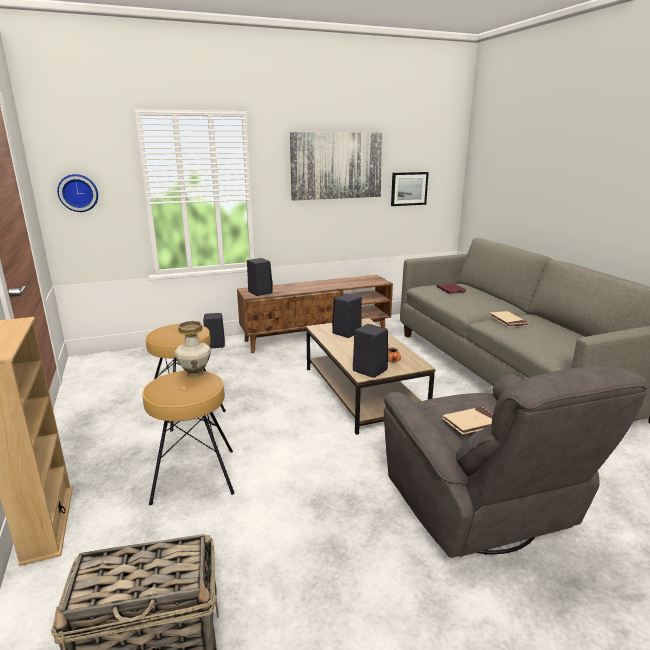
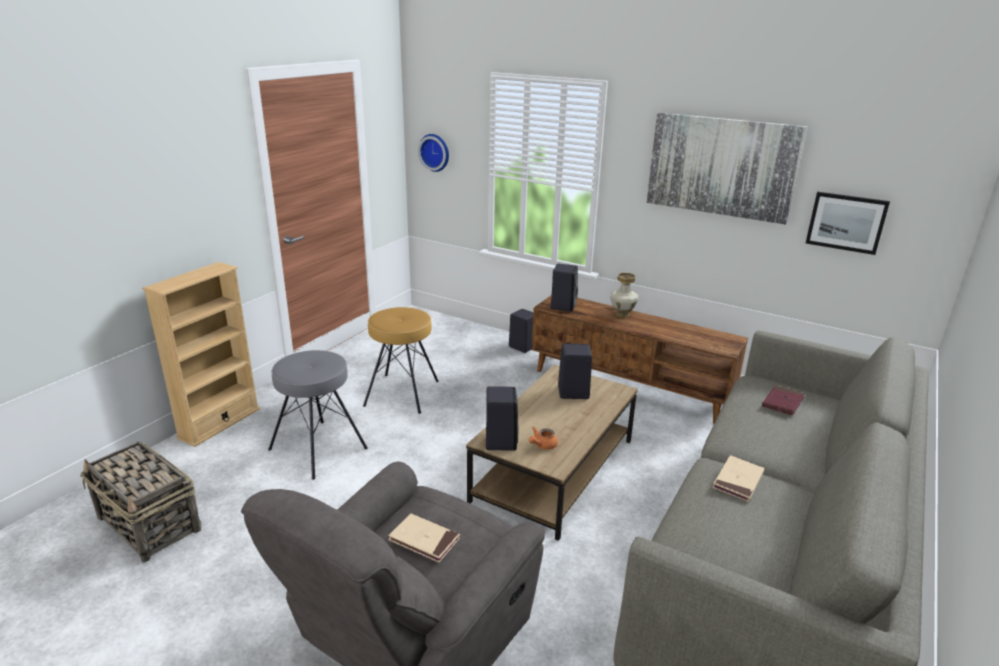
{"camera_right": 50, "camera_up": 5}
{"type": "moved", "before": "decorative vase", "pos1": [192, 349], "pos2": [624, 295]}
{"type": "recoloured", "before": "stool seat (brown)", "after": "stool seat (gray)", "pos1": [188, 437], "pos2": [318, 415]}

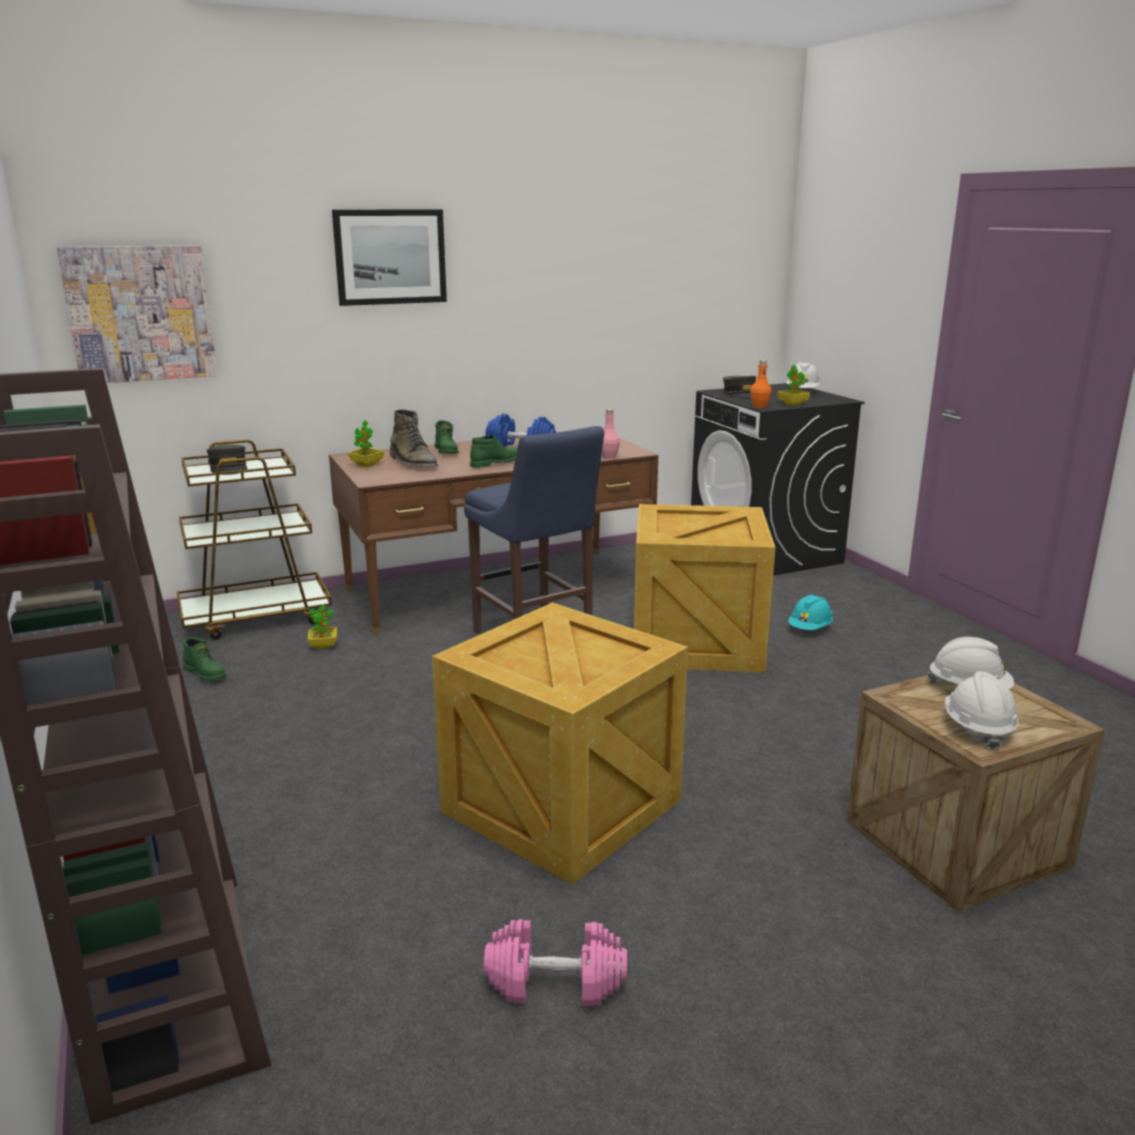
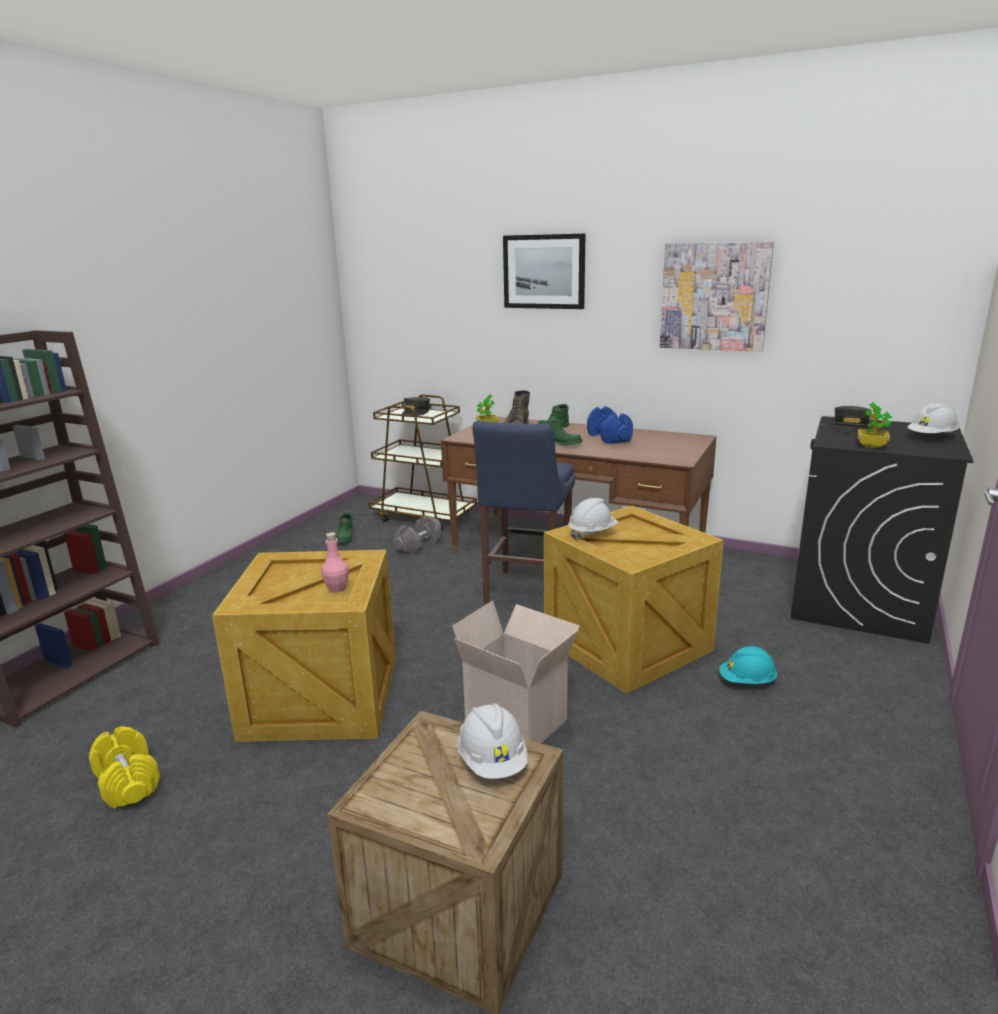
{"camera_right": 50, "camera_up": 0}
{"type": "moved", "before": "wall art", "pos1": [137, 314], "pos2": [717, 297]}
{"type": "removed", "before": "drink bottle (orange-coloured)", "pos1": [761, 384]}
{"type": "moved", "before": "drink bottle (pink)", "pos1": [611, 434], "pos2": [335, 562]}
{"type": "replaced", "before": "plant in a pot", "after": "free weight (gray)", "pos1": [322, 627], "pos2": [417, 534]}
{"type": "moved", "before": "safety helmet (whitish)", "pos1": [981, 710], "pos2": [593, 519]}
{"type": "recoloured", "before": "free weight (pink)", "after": "free weight (yellow-coloured)", "pos1": [555, 962], "pos2": [124, 767]}
{"type": "added", "after": "cardboard box", "pos2": [516, 672]}

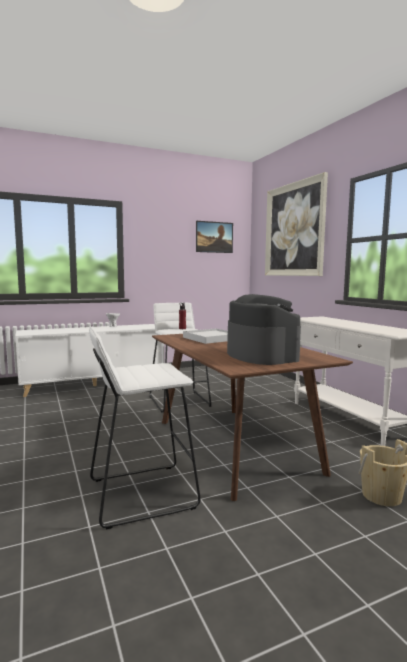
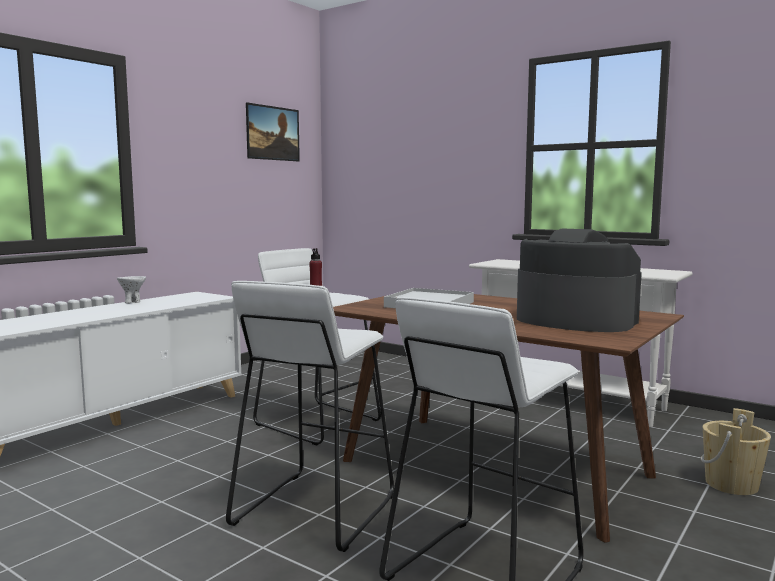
{"camera_right": -30, "camera_up": 0}
{"type": "removed", "before": "wall art", "pos1": [296, 224]}
{"type": "added", "after": "stool seat (whitish)", "pos2": [310, 416]}

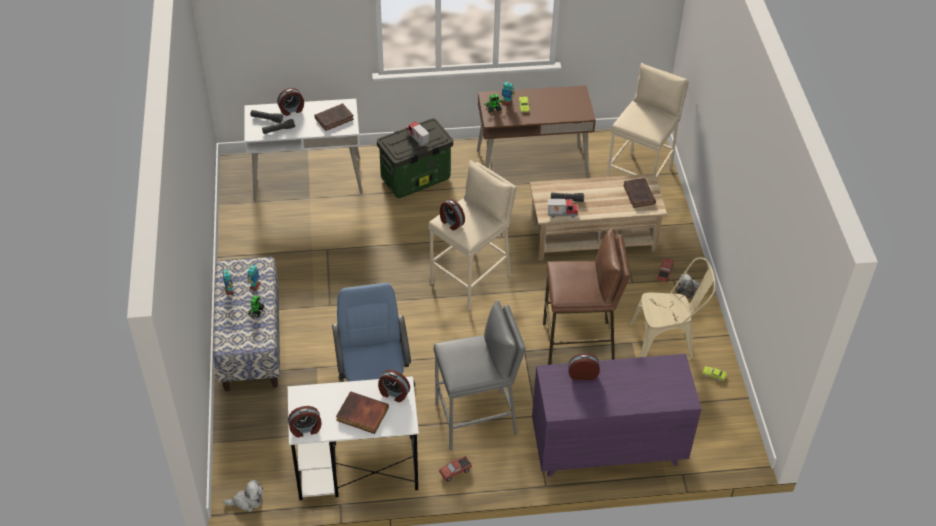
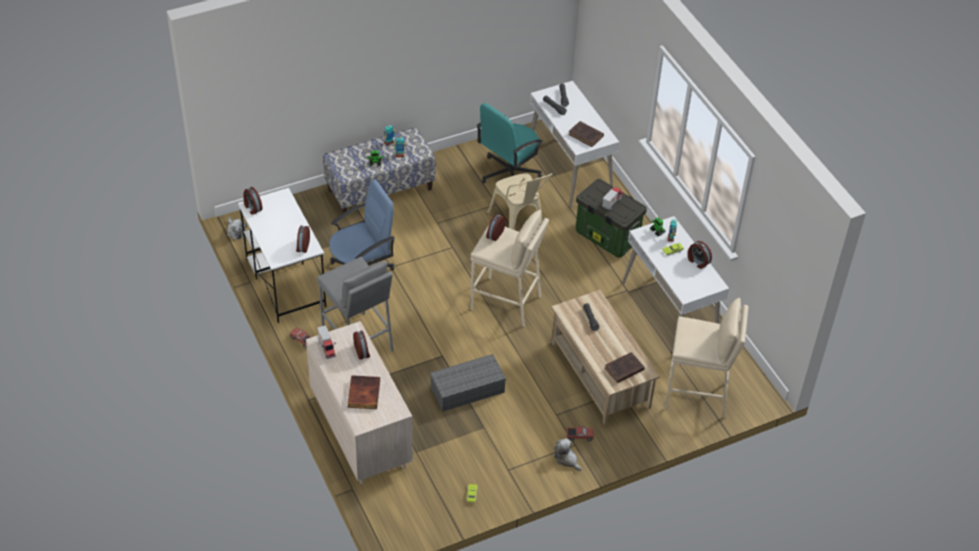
{"camera_right": 70, "camera_up": 0}
{"type": "recoloured", "before": "desk table (brown)", "after": "desk table (whitish)", "pos1": [536, 131], "pos2": [675, 286]}
{"type": "moved", "before": "bedside clock", "pos1": [290, 102], "pos2": [700, 255]}
{"type": "moved", "before": "model truck", "pos1": [562, 208], "pos2": [326, 342]}
{"type": "replaced", "before": "stool seat (brown)", "after": "storage bin (gray)", "pos1": [587, 296], "pos2": [468, 383]}
{"type": "moved", "before": "upright chair (beige-coloured)", "pos1": [672, 308], "pos2": [520, 201]}
{"type": "recoloured", "before": "dresser (purple-coloured)", "after": "dresser (beige-coloured)", "pos1": [617, 415], "pos2": [359, 403]}
{"type": "moved", "before": "volume", "pos1": [362, 412], "pos2": [364, 392]}
{"type": "added", "after": "computer chair (turquoise-coloured)", "pos2": [509, 143]}

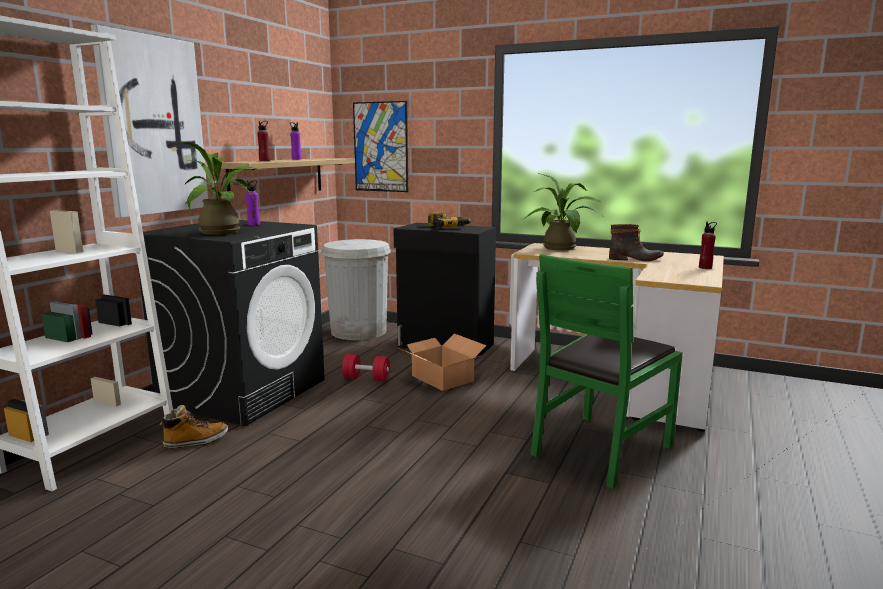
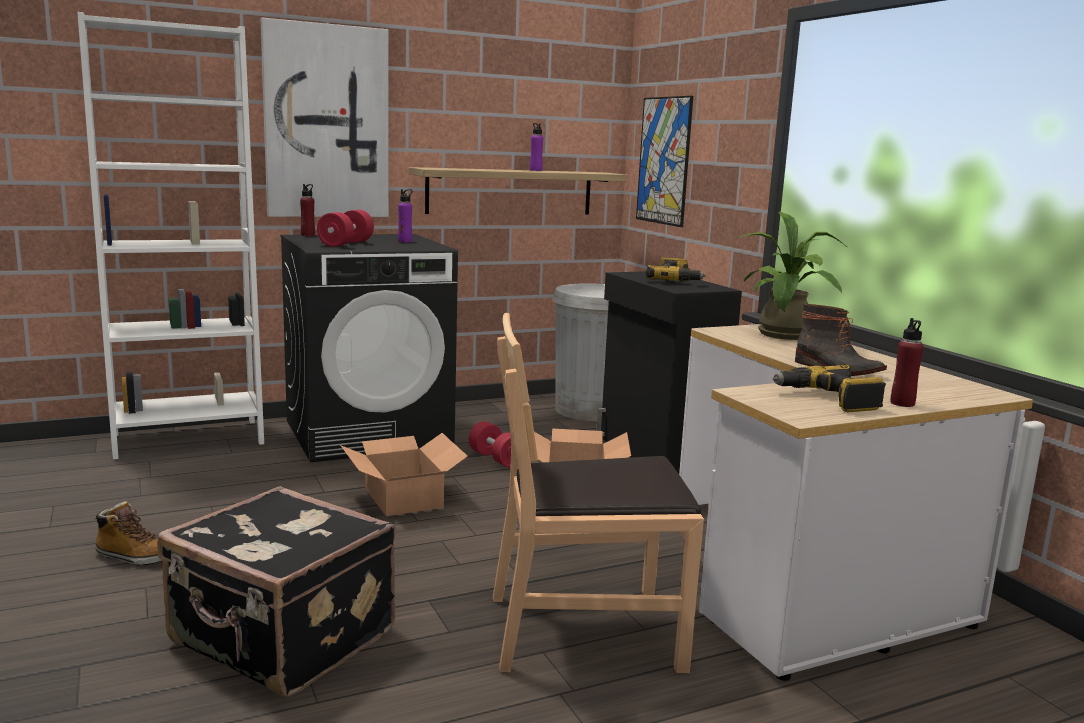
{"camera_right": 40, "camera_up": 0}
{"type": "moved", "before": "drink bottle (red)", "pos1": [263, 141], "pos2": [307, 210]}
{"type": "replaced", "before": "plant in a pot", "after": "free weight (red)", "pos1": [222, 188], "pos2": [345, 228]}
{"type": "recoloured", "before": "upright chair (greenish)", "after": "upright chair (brown)", "pos1": [607, 371], "pos2": [598, 493]}
{"type": "moved", "before": "tall boot", "pos1": [193, 426], "pos2": [128, 533]}
{"type": "added", "after": "drill", "pos2": [829, 388]}
{"type": "added", "after": "cardboard box", "pos2": [404, 474]}
{"type": "added", "after": "piece of luggage (black)", "pos2": [276, 591]}

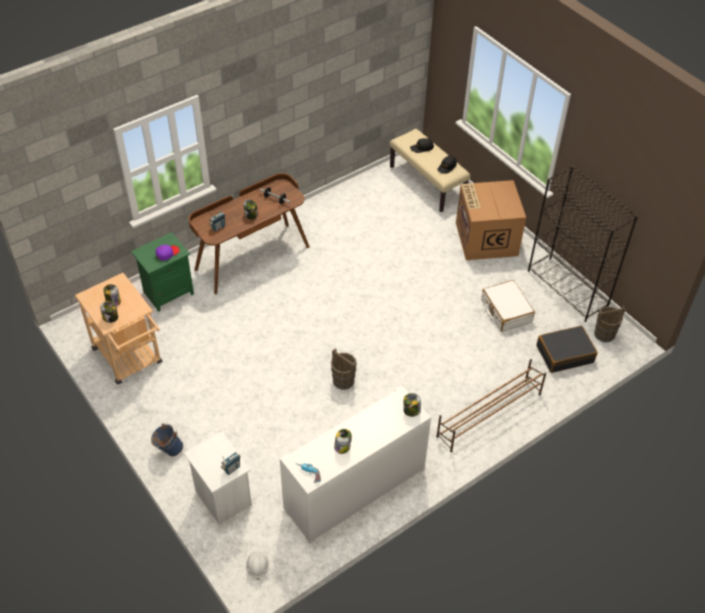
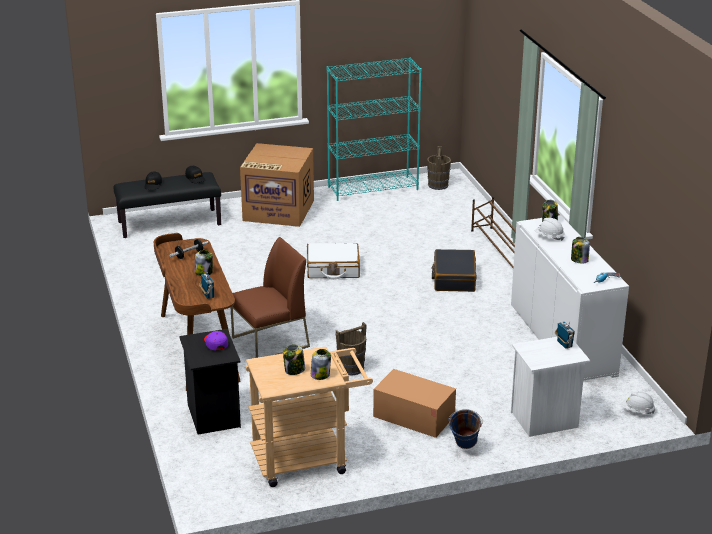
{"camera_right": -70, "camera_up": -20}
{"type": "recoloured", "before": "bench (beige-coloured)", "after": "bench (black)", "pos1": [430, 170], "pos2": [167, 205]}
{"type": "recoloured", "before": "bookcase (black)", "after": "bookcase (turquoise-coloured)", "pos1": [583, 244], "pos2": [374, 129]}
{"type": "recoloured", "before": "nightstand (greenish)", "after": "nightstand (black)", "pos1": [162, 272], "pos2": [210, 382]}
{"type": "moved", "before": "piece of luggage (whitish)", "pos1": [508, 306], "pos2": [333, 261]}
{"type": "moved", "before": "piece of luggage (black)", "pos1": [567, 349], "pos2": [454, 270]}
{"type": "moved", "before": "bucket (brown)", "pos1": [344, 369], "pos2": [351, 349]}
{"type": "added", "after": "safety helmet (whitish)", "pos2": [550, 229]}
{"type": "added", "after": "upright chair (brown)", "pos2": [270, 297]}
{"type": "added", "after": "cardboard box", "pos2": [414, 403]}

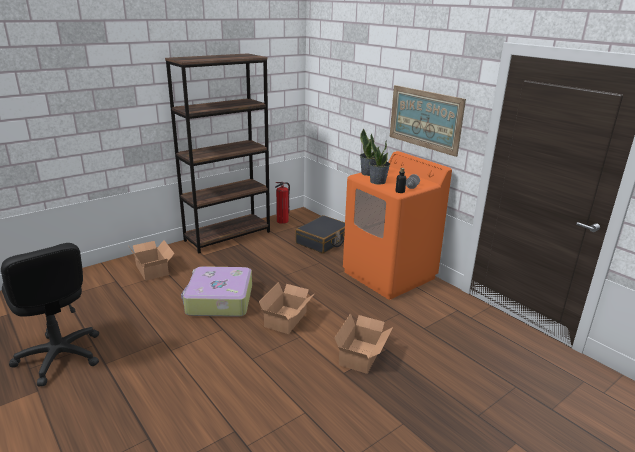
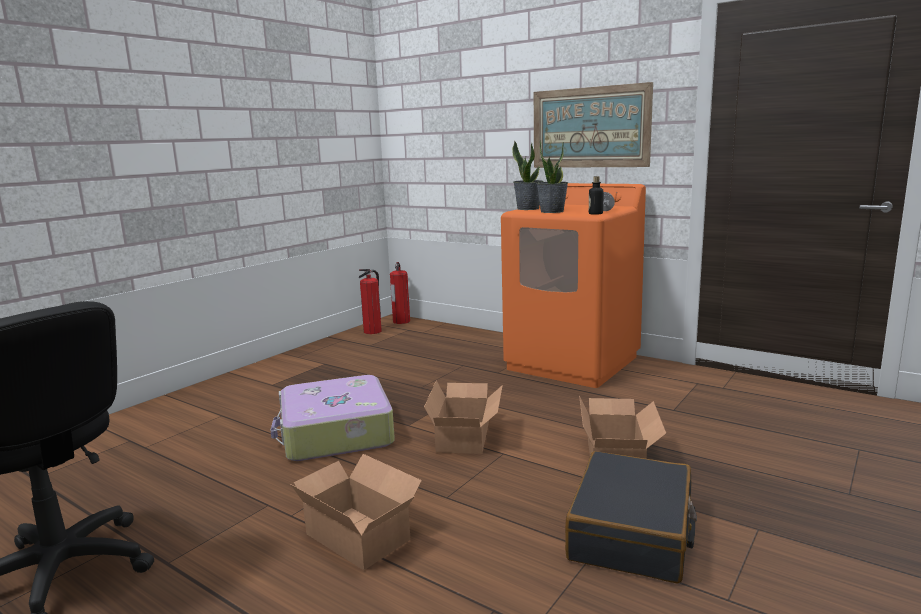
{"camera_right": -15, "camera_up": -10}
{"type": "removed", "before": "bookcase (brown)", "pos1": [217, 153]}
{"type": "moved", "before": "piece of luggage (black)", "pos1": [320, 234], "pos2": [631, 517]}
{"type": "moved", "before": "cardboard box", "pos1": [152, 260], "pos2": [356, 512]}
{"type": "added", "after": "extinguisher", "pos2": [400, 293]}

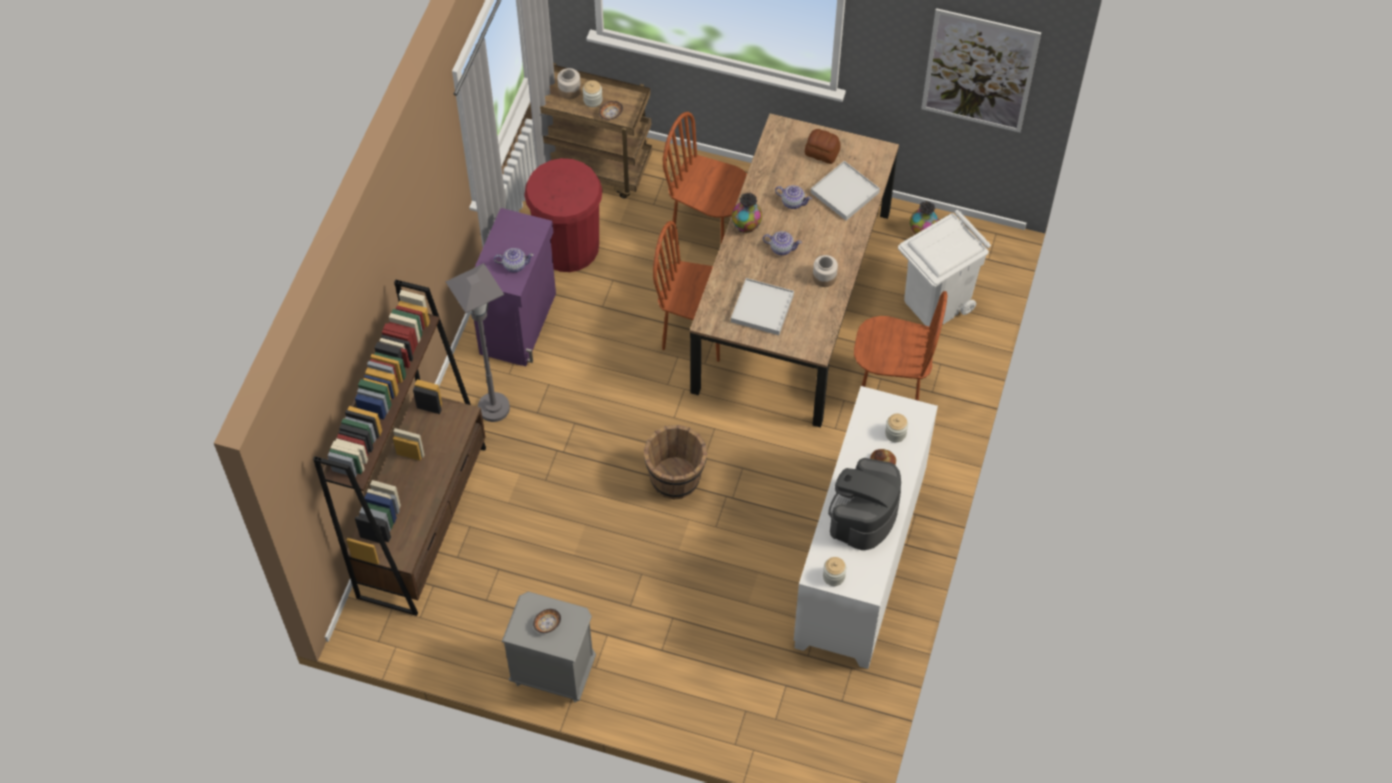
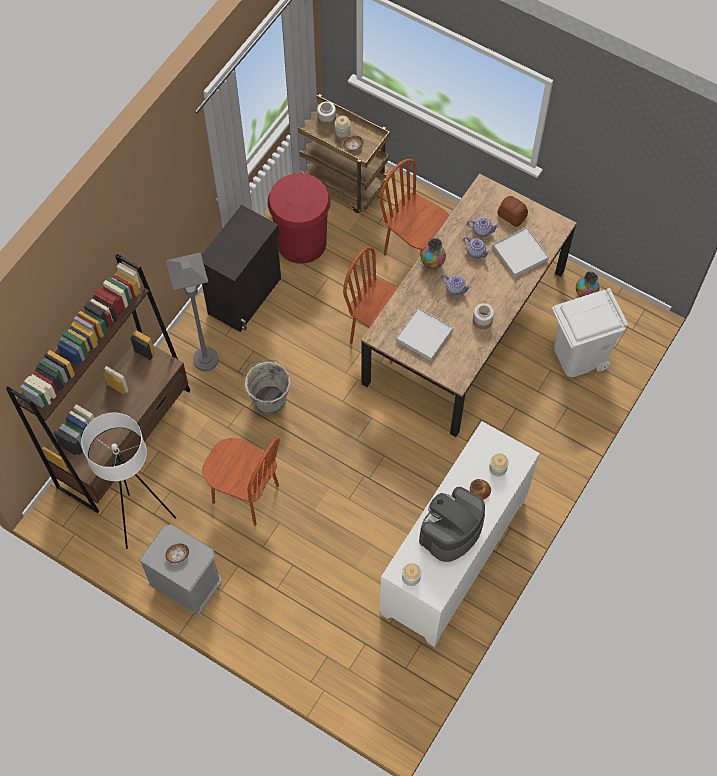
{"camera_right": 15, "camera_up": 5}
{"type": "removed", "before": "wall art", "pos1": [981, 70]}
{"type": "recoloured", "before": "cabinet (purple-coloured)", "after": "cabinet (black)", "pos1": [515, 287], "pos2": [241, 268]}
{"type": "moved", "before": "pot for tea", "pos1": [514, 260], "pos2": [483, 227]}
{"type": "moved", "before": "upright chair (brown)", "pos1": [900, 346], "pos2": [241, 481]}
{"type": "removed", "before": "bucket (brown)", "pos1": [675, 462]}
{"type": "added", "after": "bucket (gray)", "pos2": [266, 387]}
{"type": "added", "after": "standard lamp (whitish)", "pos2": [128, 480]}

